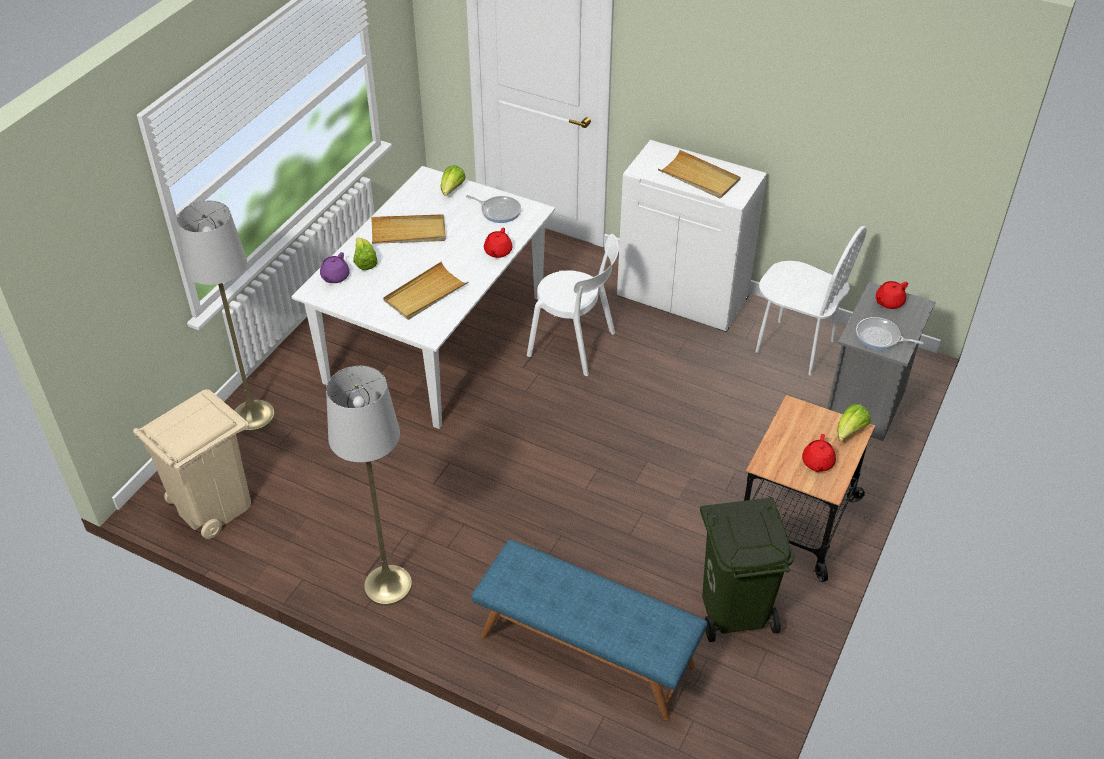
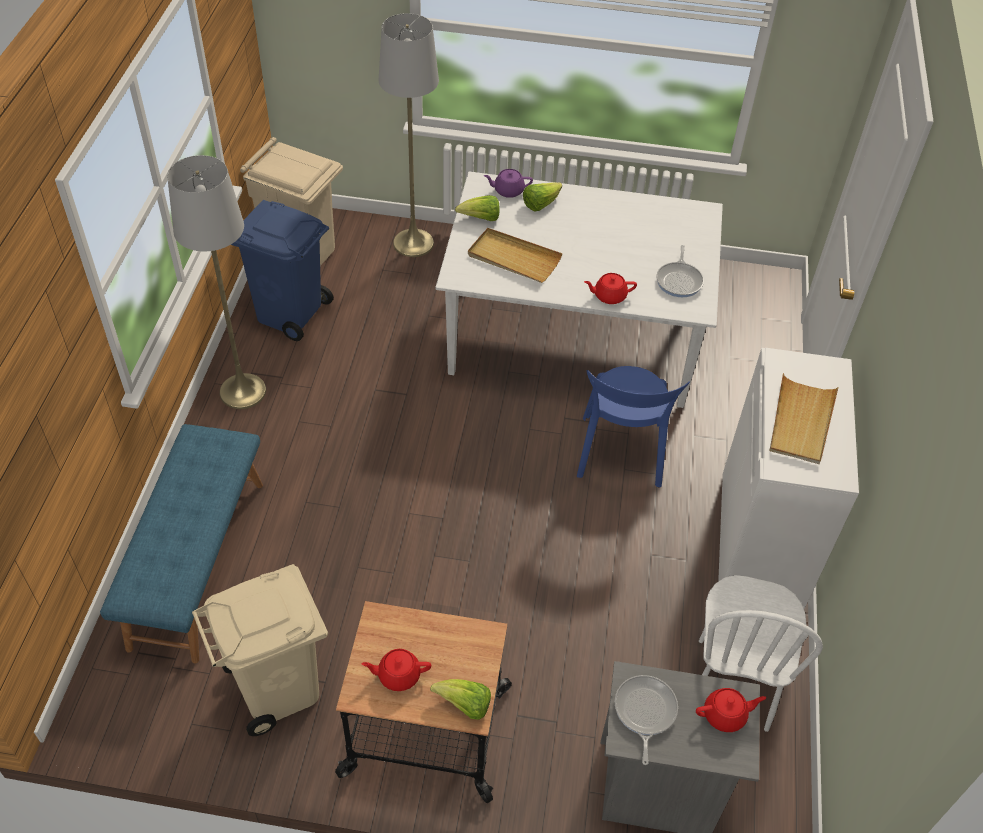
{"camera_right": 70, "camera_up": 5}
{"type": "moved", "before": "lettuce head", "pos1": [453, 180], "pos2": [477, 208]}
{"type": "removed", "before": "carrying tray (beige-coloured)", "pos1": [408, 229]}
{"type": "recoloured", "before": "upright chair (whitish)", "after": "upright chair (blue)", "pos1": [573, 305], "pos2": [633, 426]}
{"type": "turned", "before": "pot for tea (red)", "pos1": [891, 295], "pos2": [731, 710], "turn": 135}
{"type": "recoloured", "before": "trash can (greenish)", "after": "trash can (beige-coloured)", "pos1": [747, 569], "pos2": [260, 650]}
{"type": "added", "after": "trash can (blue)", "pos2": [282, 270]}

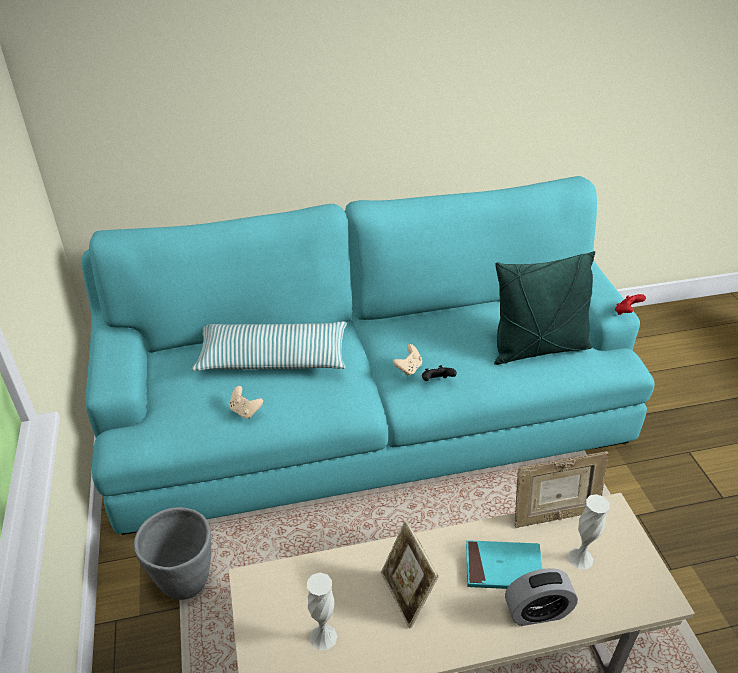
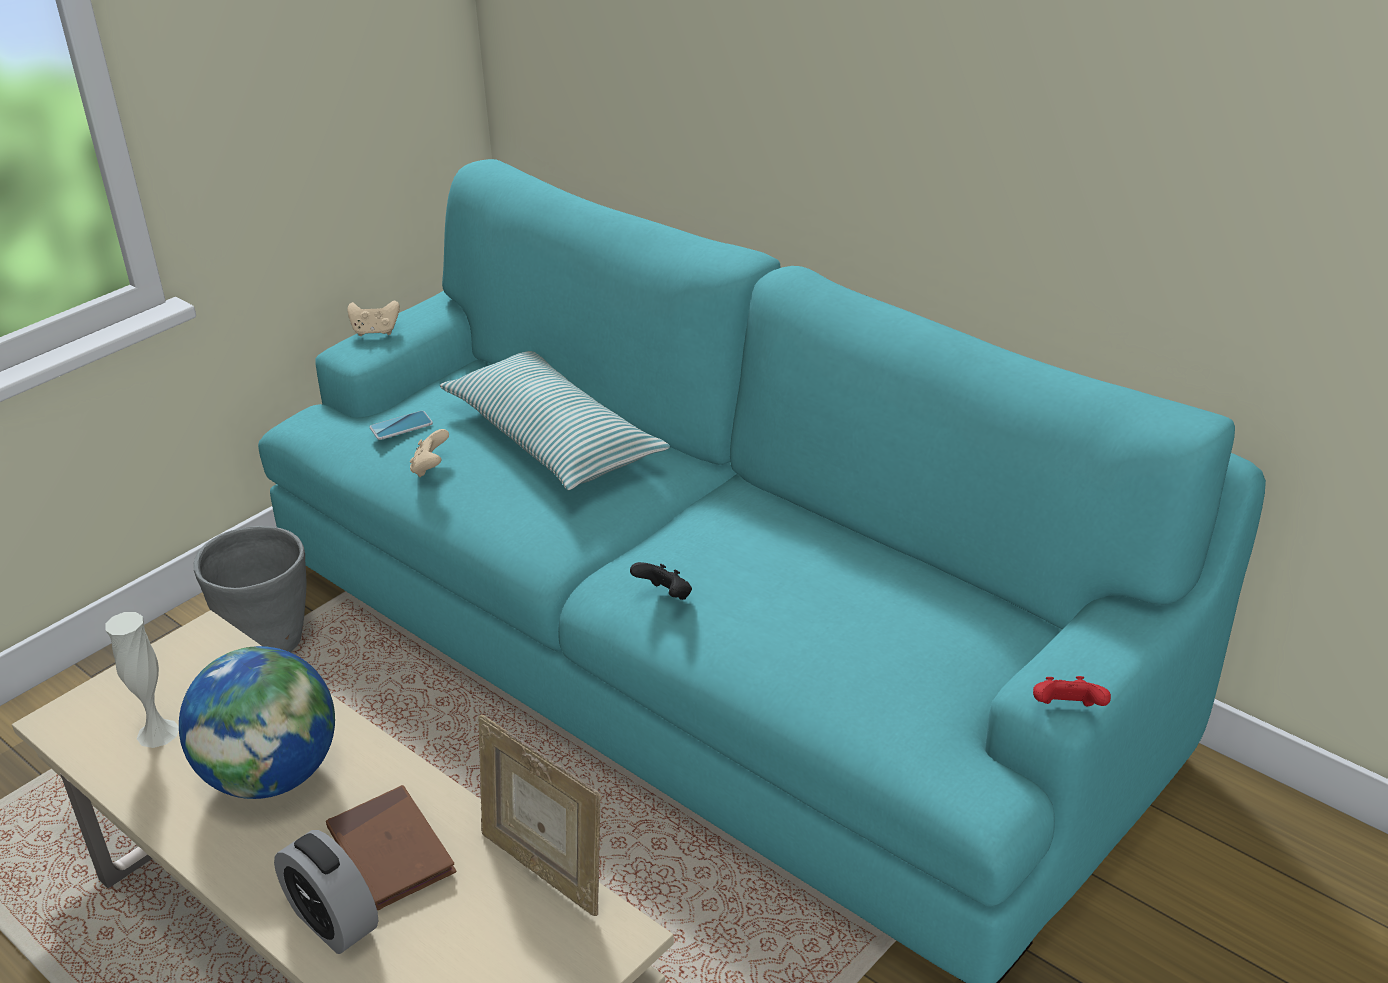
{"camera_right": 55, "camera_up": -5}
{"type": "removed", "before": "throw pillow (greenish)", "pos1": [544, 308]}
{"type": "moved", "before": "game controller (beige-coloured)", "pos1": [407, 360], "pos2": [373, 318]}
{"type": "removed", "before": "decorative vase (whitish)", "pos1": [589, 532]}
{"type": "replaced", "before": "photo frame", "after": "globe", "pos1": [410, 574], "pos2": [257, 722]}
{"type": "recoloured", "before": "volume (turquoise-coloured)", "after": "volume (brown)", "pos1": [504, 564], "pos2": [391, 847]}
{"type": "added", "after": "telephone", "pos2": [401, 425]}

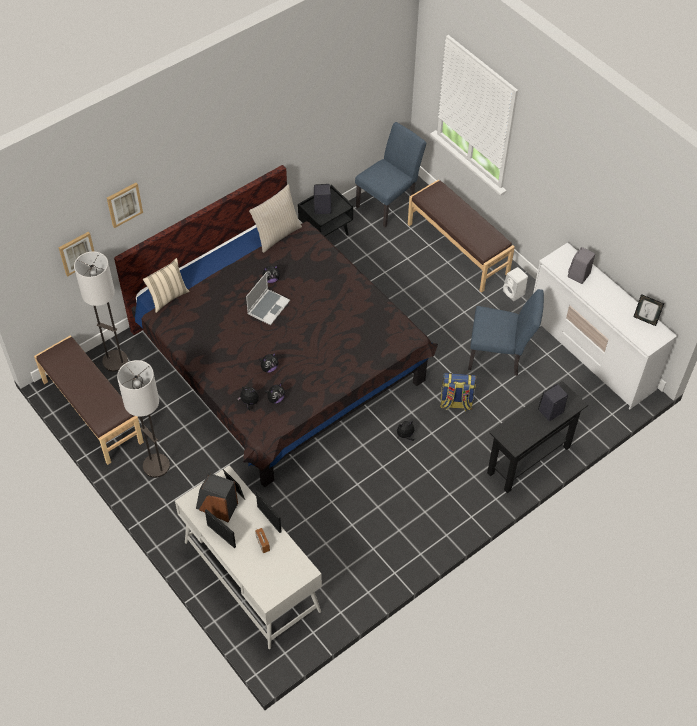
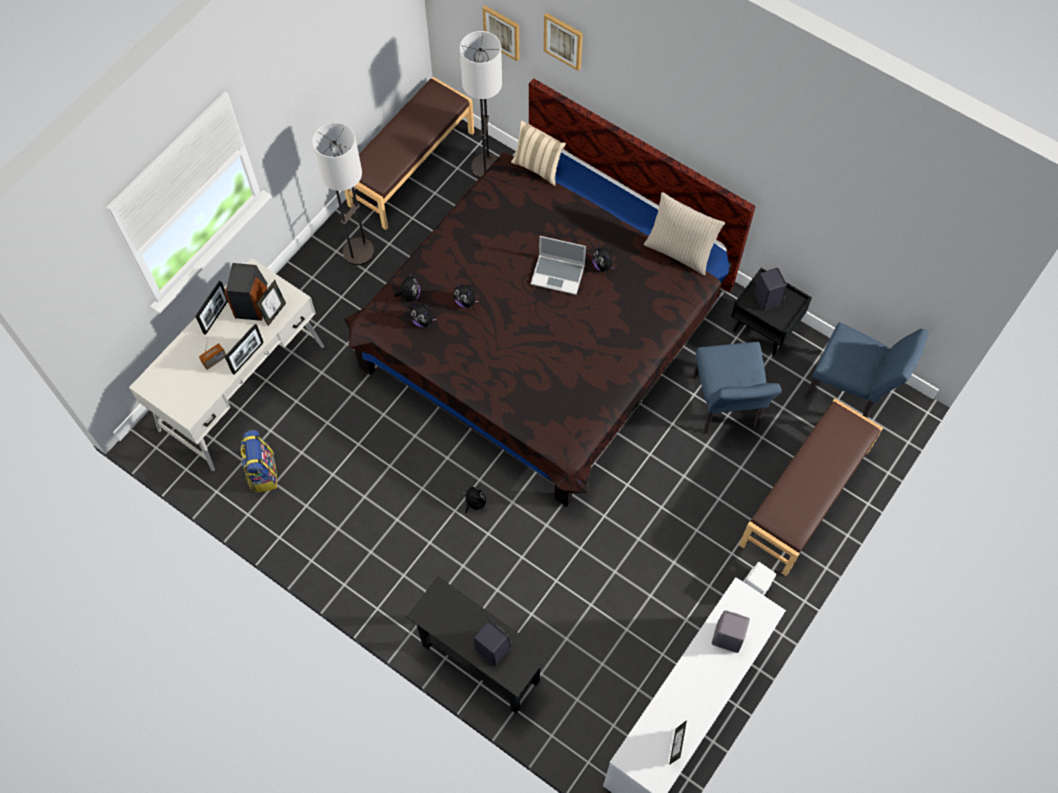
{"camera_right": 75, "camera_up": 10}
{"type": "moved", "before": "upright chair (blue)", "pos1": [506, 332], "pos2": [737, 388]}
{"type": "moved", "before": "knapsack", "pos1": [458, 392], "pos2": [258, 461]}

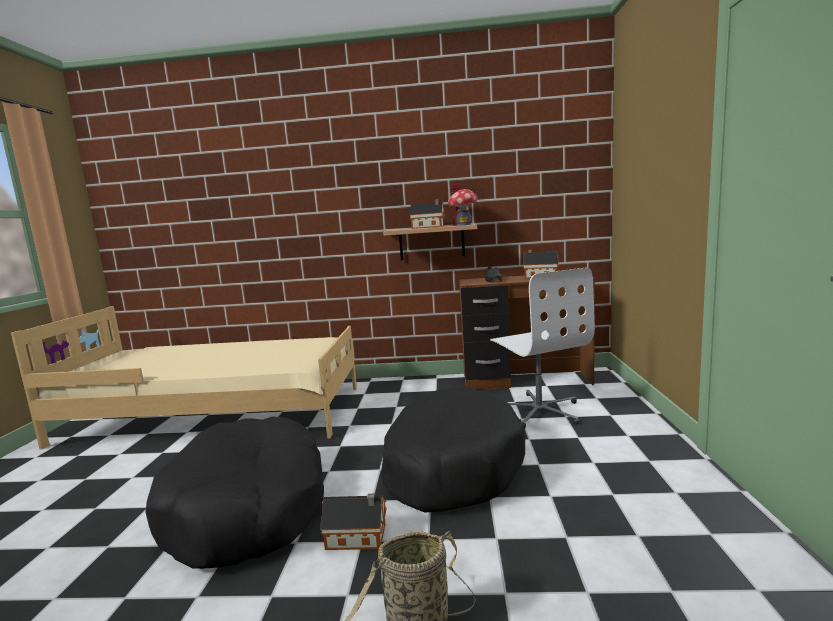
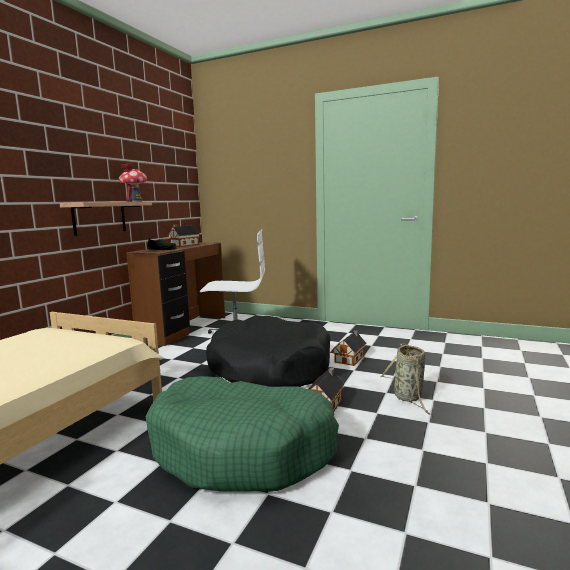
{"camera_right": -70, "camera_up": 0}
{"type": "moved", "before": "model house", "pos1": [427, 214], "pos2": [350, 348]}
{"type": "recoloured", "before": "dog cushion (black)", "after": "dog cushion (greenish)", "pos1": [234, 492], "pos2": [242, 434]}

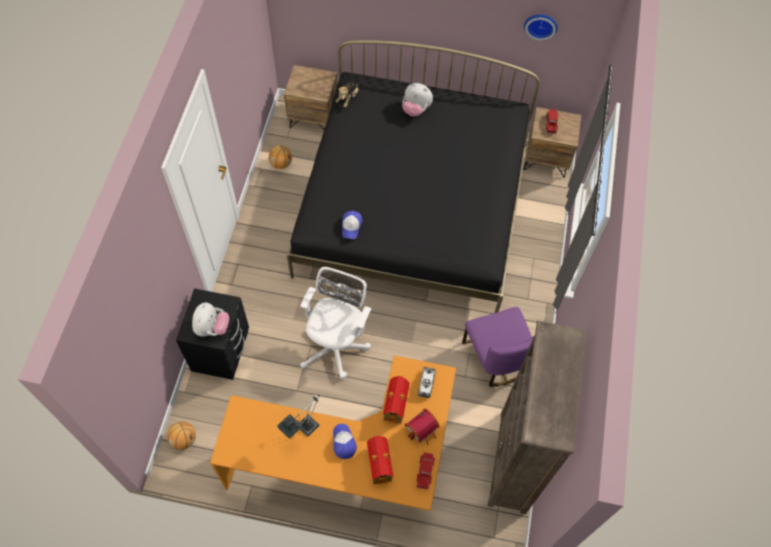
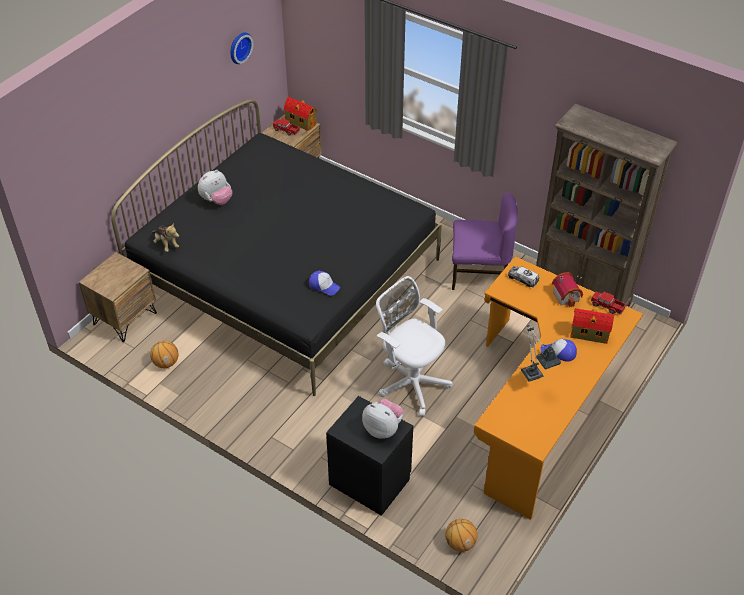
{"camera_right": -65, "camera_up": -15}
{"type": "moved", "before": "model house", "pos1": [396, 399], "pos2": [300, 114]}

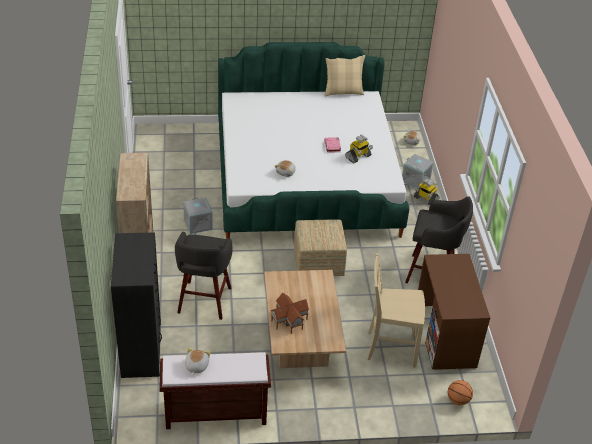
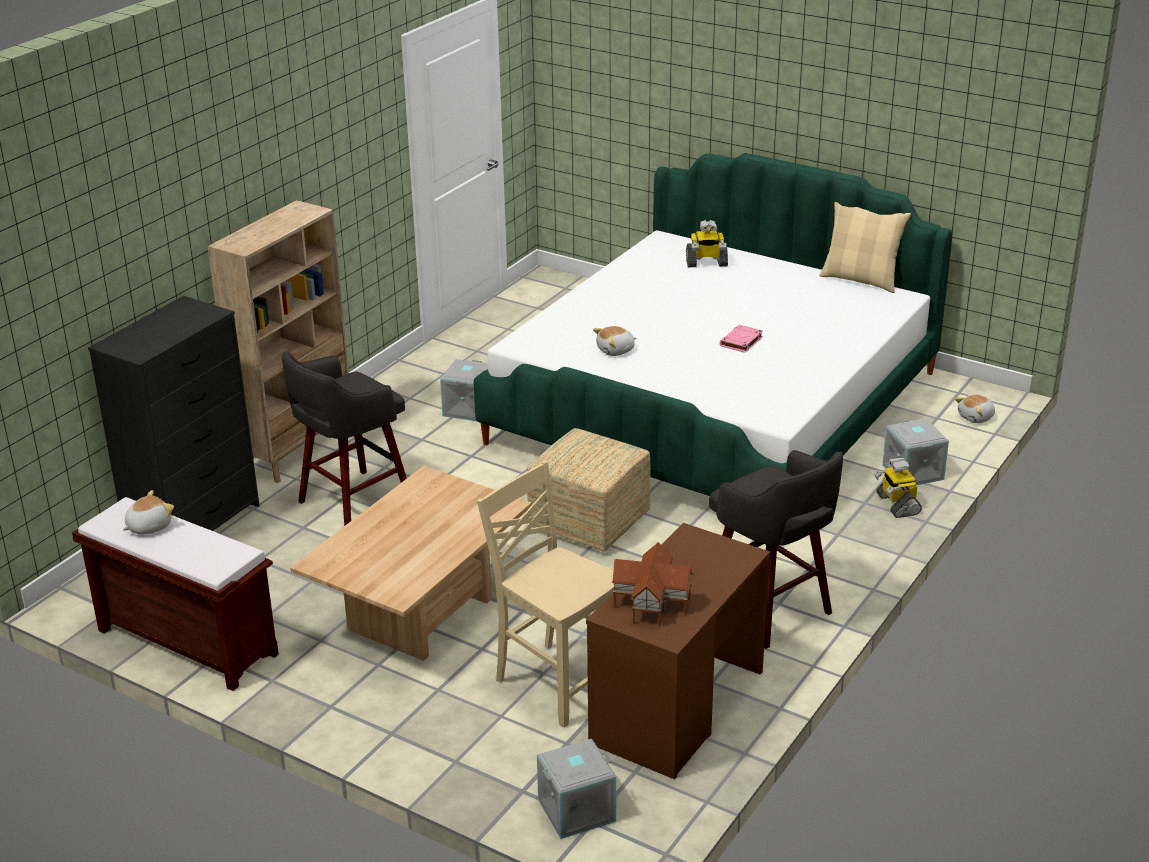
{"camera_right": 40, "camera_up": -10}
{"type": "moved", "before": "toy robot", "pos1": [359, 149], "pos2": [707, 243]}
{"type": "moved", "before": "model house", "pos1": [290, 313], "pos2": [652, 584]}
{"type": "replaced", "before": "basketball", "after": "storage bin (gray)", "pos1": [460, 392], "pos2": [576, 789]}

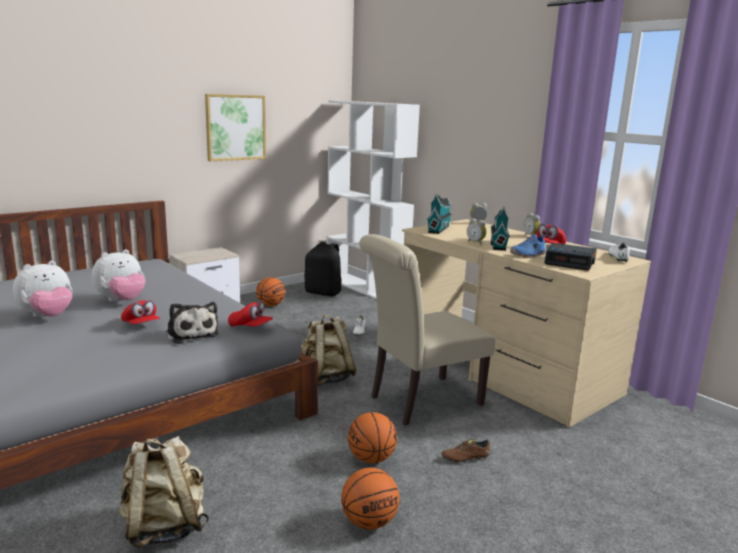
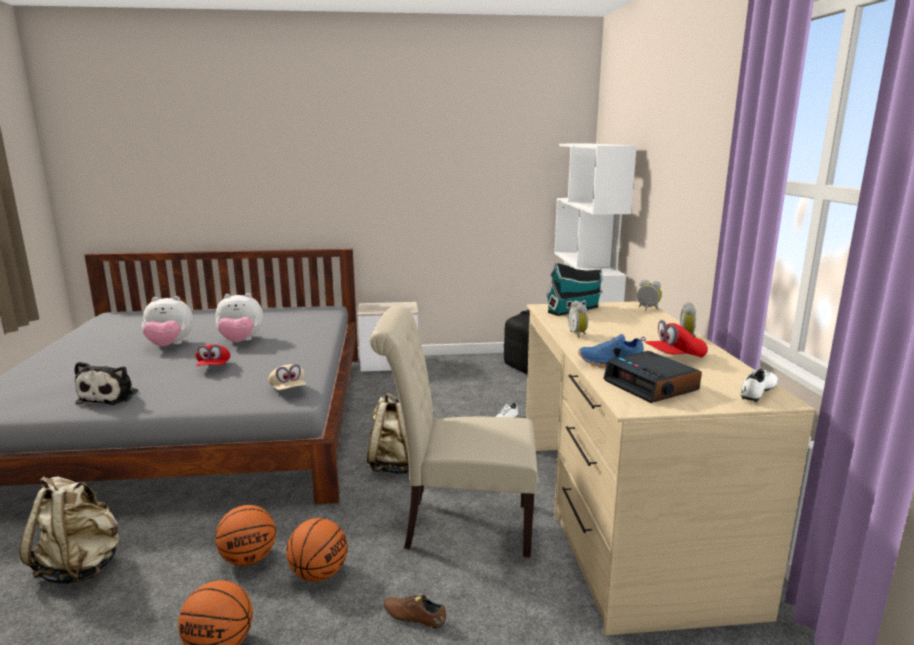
{"camera_right": 35, "camera_up": 0}
{"type": "removed", "before": "wall art", "pos1": [235, 127]}
{"type": "removed", "before": "model house", "pos1": [500, 229]}
{"type": "moved", "before": "basketball", "pos1": [270, 291], "pos2": [245, 535]}
{"type": "recoloured", "before": "cap (red)", "after": "cap (beige-coloured)", "pos1": [250, 314], "pos2": [287, 377]}
{"type": "moved", "before": "plush toy", "pos1": [192, 323], "pos2": [106, 383]}

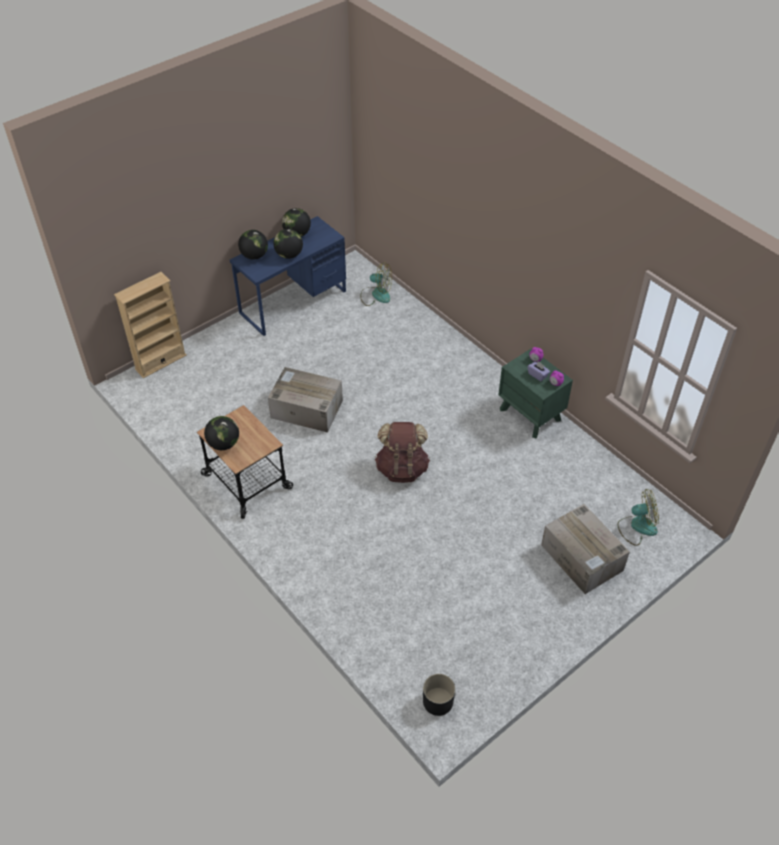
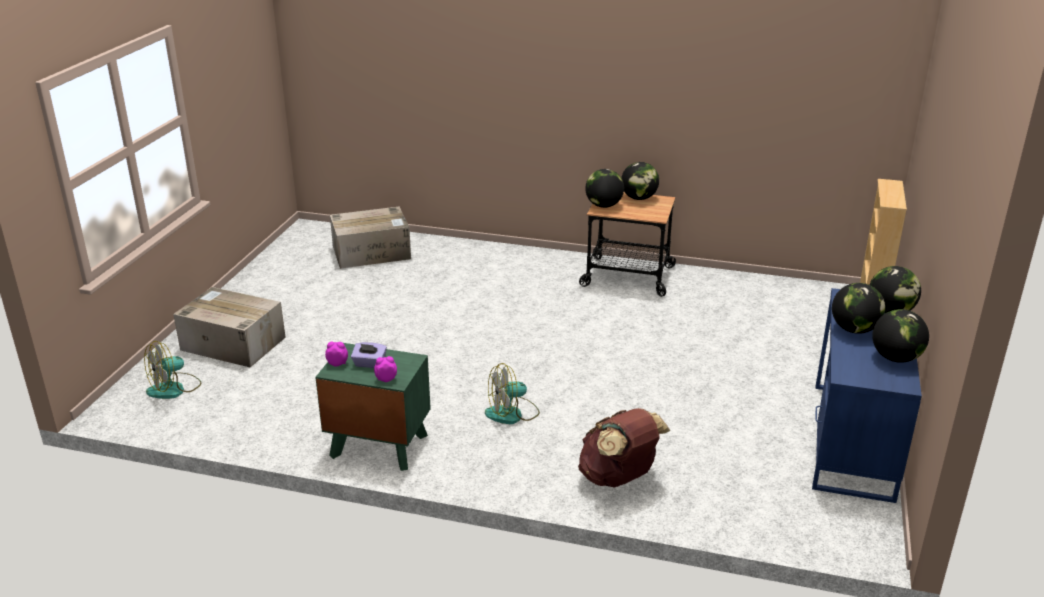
{"camera_right": 145, "camera_up": -20}
{"type": "moved", "before": "fan", "pos1": [376, 284], "pos2": [512, 393]}
{"type": "moved", "before": "cardboard box", "pos1": [305, 400], "pos2": [370, 238]}
{"type": "moved", "before": "knapsack (brown)", "pos1": [402, 452], "pos2": [624, 448]}
{"type": "removed", "before": "flower pot (black)", "pos1": [439, 695]}
{"type": "added", "after": "globe", "pos2": [604, 188]}

